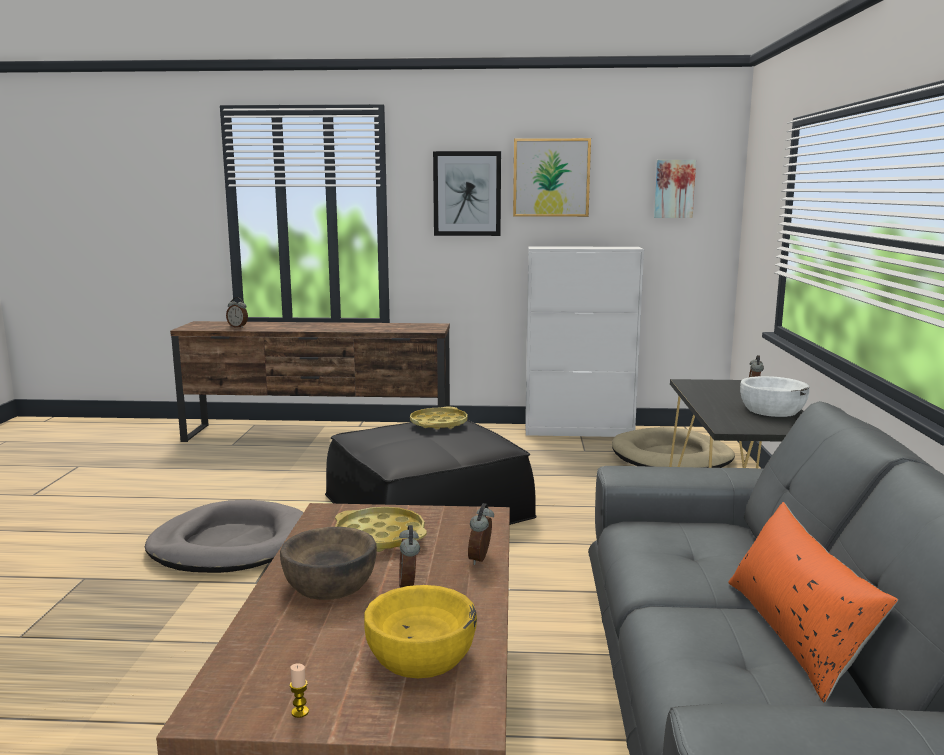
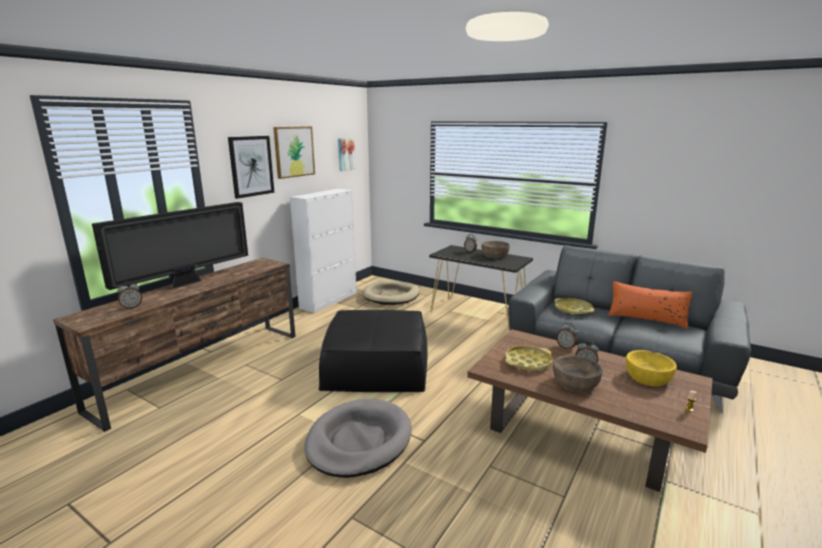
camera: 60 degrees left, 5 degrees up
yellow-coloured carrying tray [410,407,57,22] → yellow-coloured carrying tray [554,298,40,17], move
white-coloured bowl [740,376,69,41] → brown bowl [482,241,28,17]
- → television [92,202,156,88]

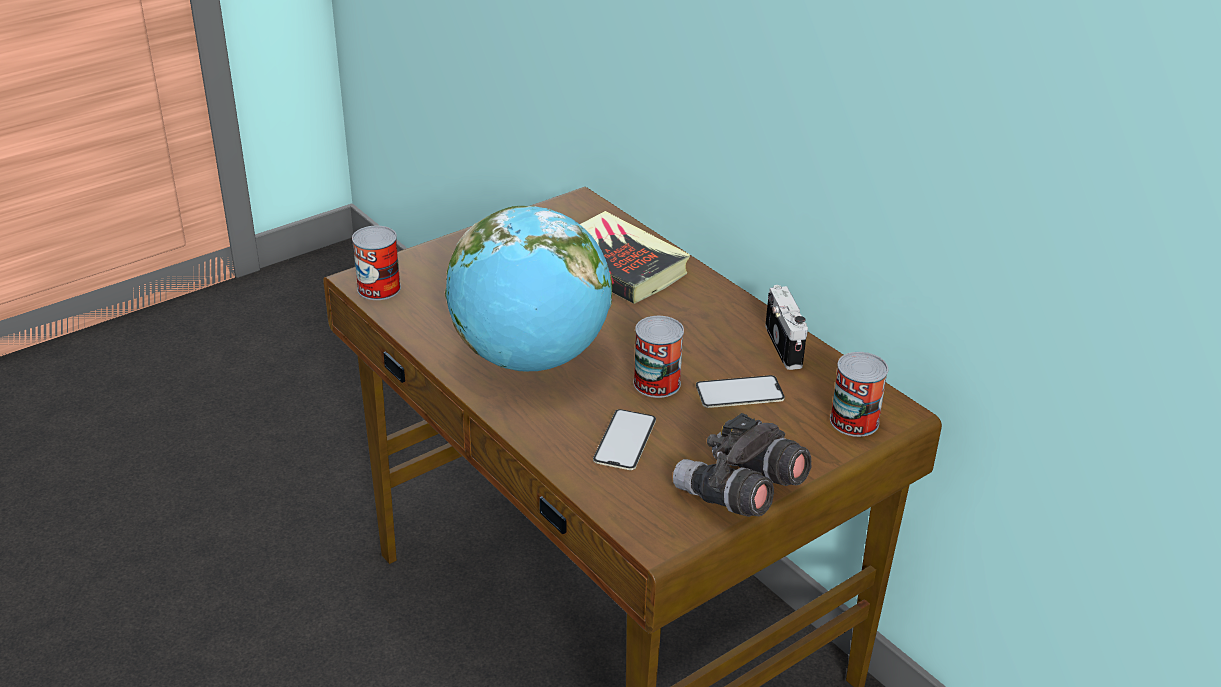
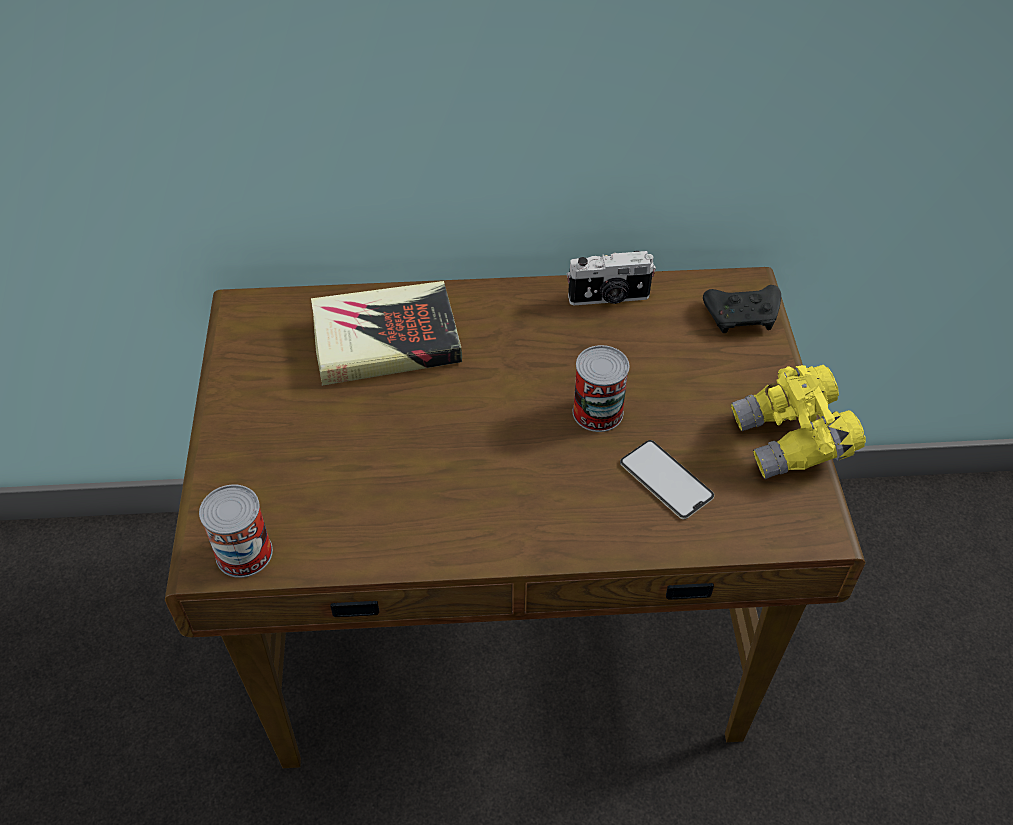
camera: 55 degrees left, 15 degrees up
world globe [445,206,167,165] → -
greyish field glasses [673,413,139,104] → yellow-coloured field glasses [731,365,135,114]
telephone [696,375,89,33] → -
photo camera [765,285,43,85] → photo camera [567,251,89,54], 150 degrees clockwise
sealed can [830,352,58,85] → black-coloured joypad [703,285,78,48]

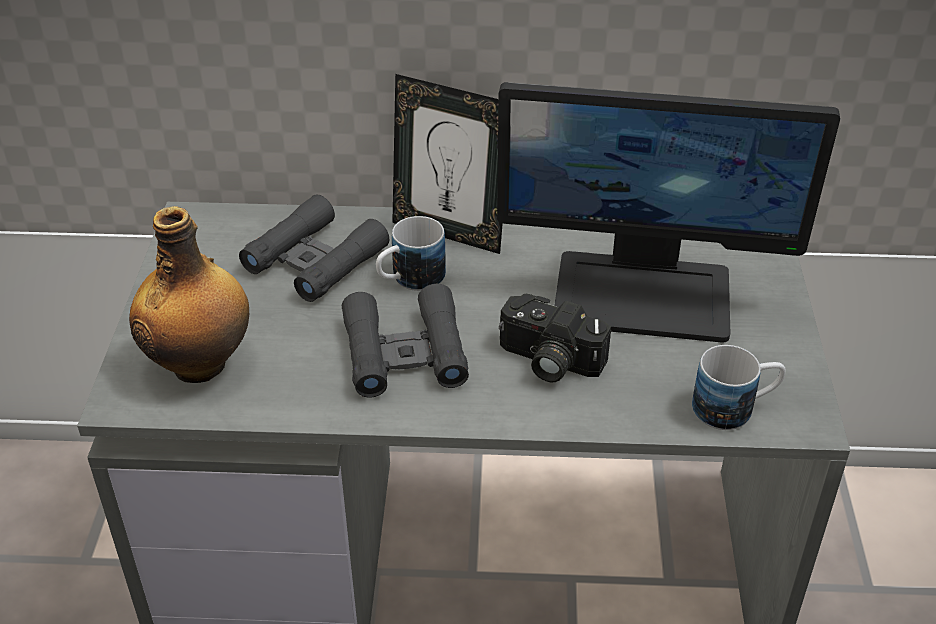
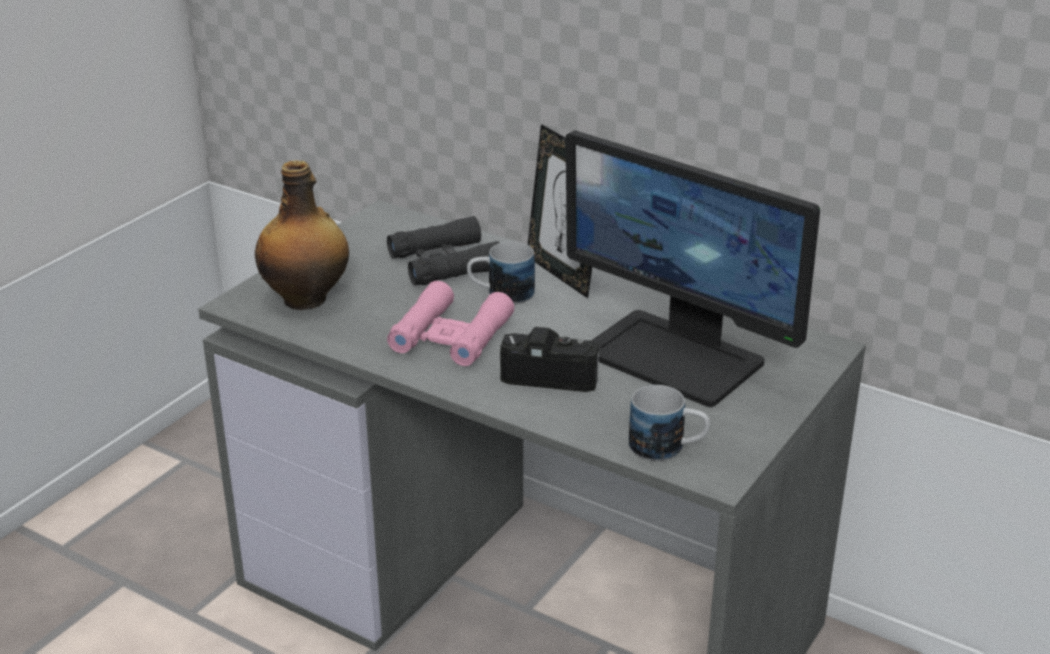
camera: 30 degrees right, 10 degrees down
black-coloured field glasses [342,284,127,114] → pink field glasses [387,281,127,85]
photo camera [499,294,112,88] → photo camera [500,327,99,65], 135 degrees clockwise

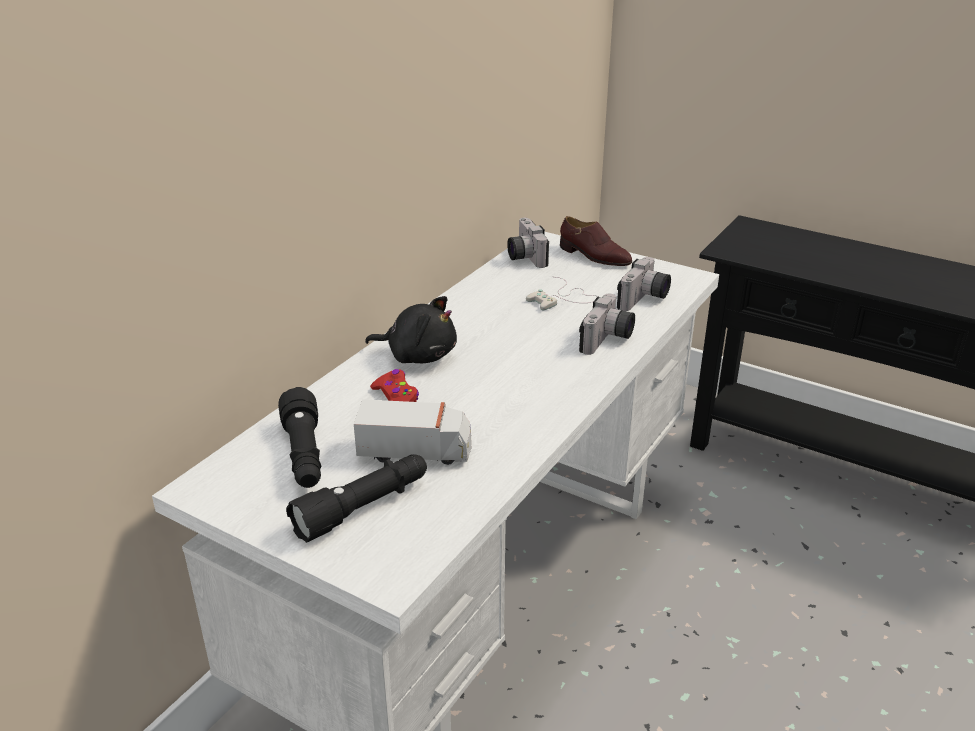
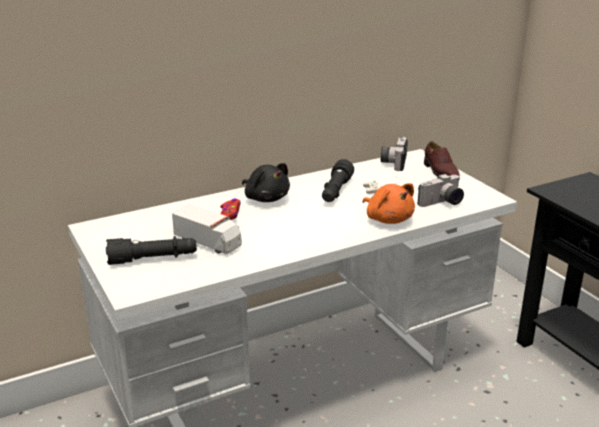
camera: 30 degrees right, 5 degrees down
black-coloured hand torch [278,387,44,101] → black-coloured hand torch [322,159,32,43], move
photo camera [579,294,56,61] → orangey cuddly toy [363,183,52,41]

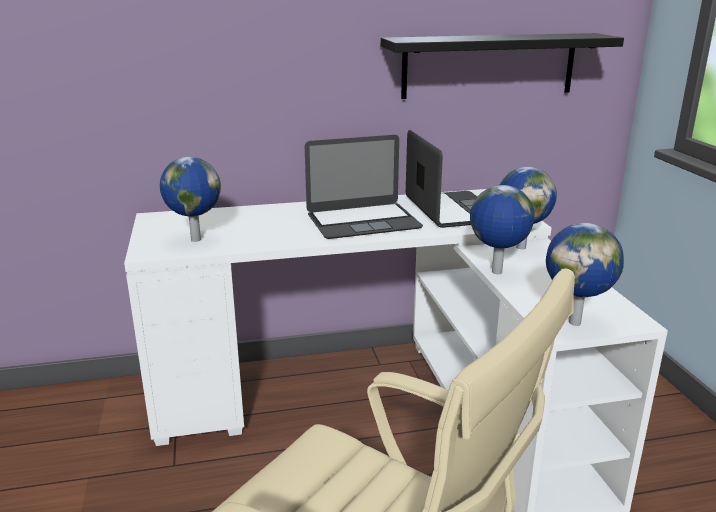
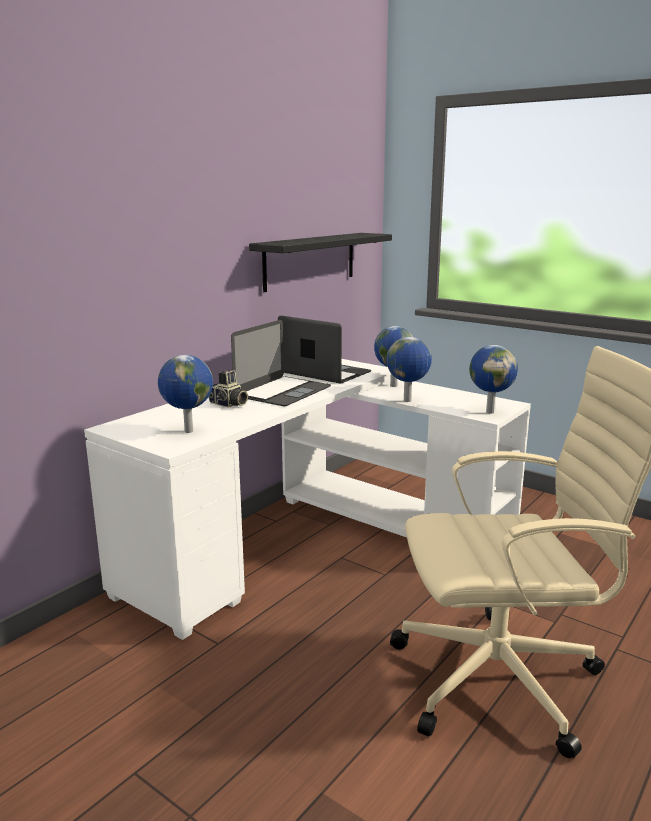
camera: 40 degrees left, 5 degrees down
- → photo camera [209,370,39,38]

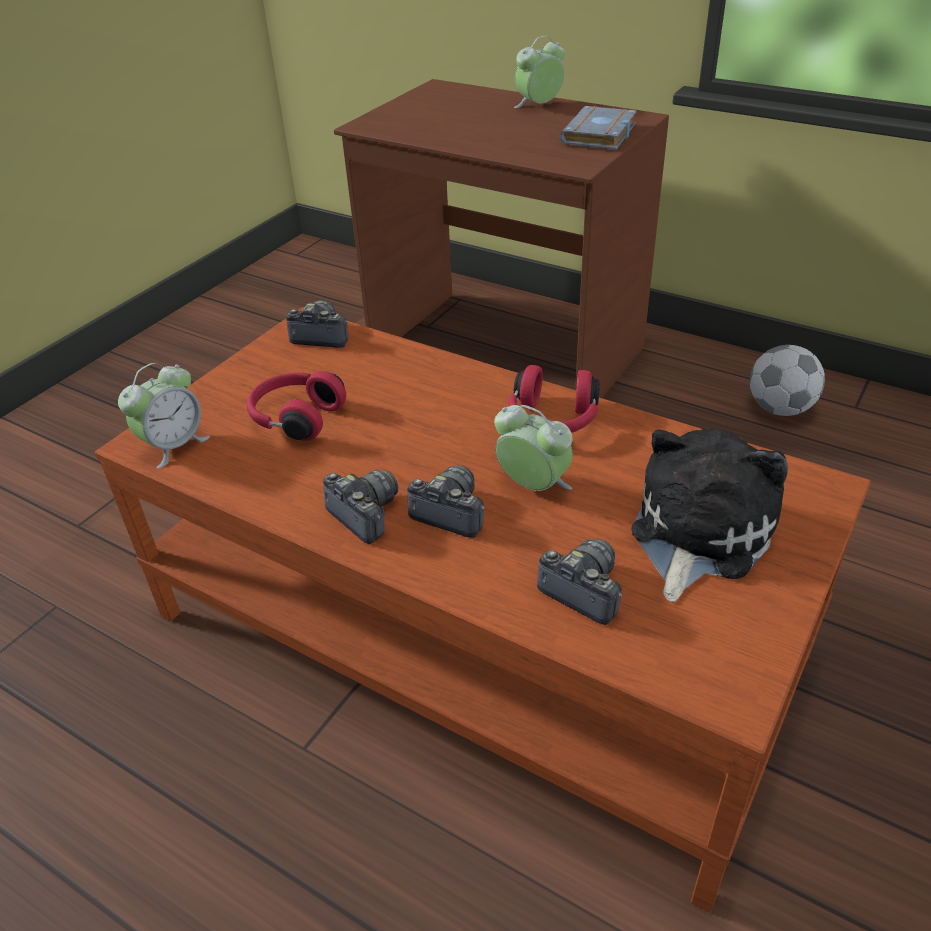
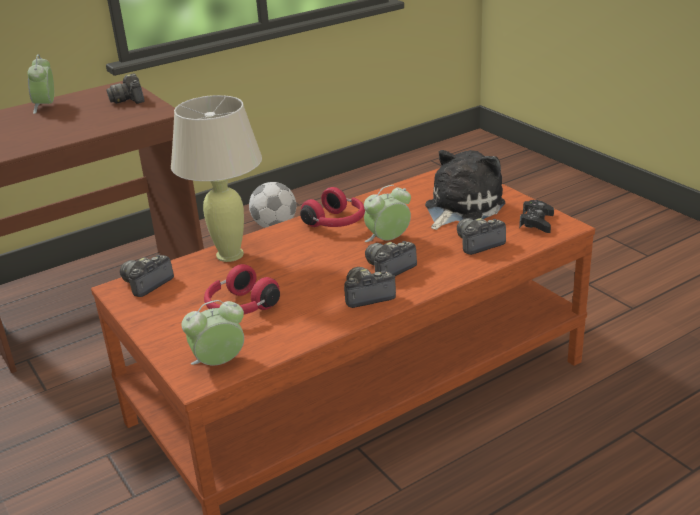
camera: 65 degrees left, 10 degrees down
bedside clock [118,363,92,106] → bedside clock [181,300,63,66], 90 degrees counterclockwise
greyish volume [559,106,78,44] → photo camera [106,73,39,31]
cuddly toy [631,429,157,173] → cuddly toy [425,150,80,80], 75 degrees clockwise
- → beige-coloured lamp for a table [171,95,91,167]
- → black-coloured joypad [519,200,35,33]

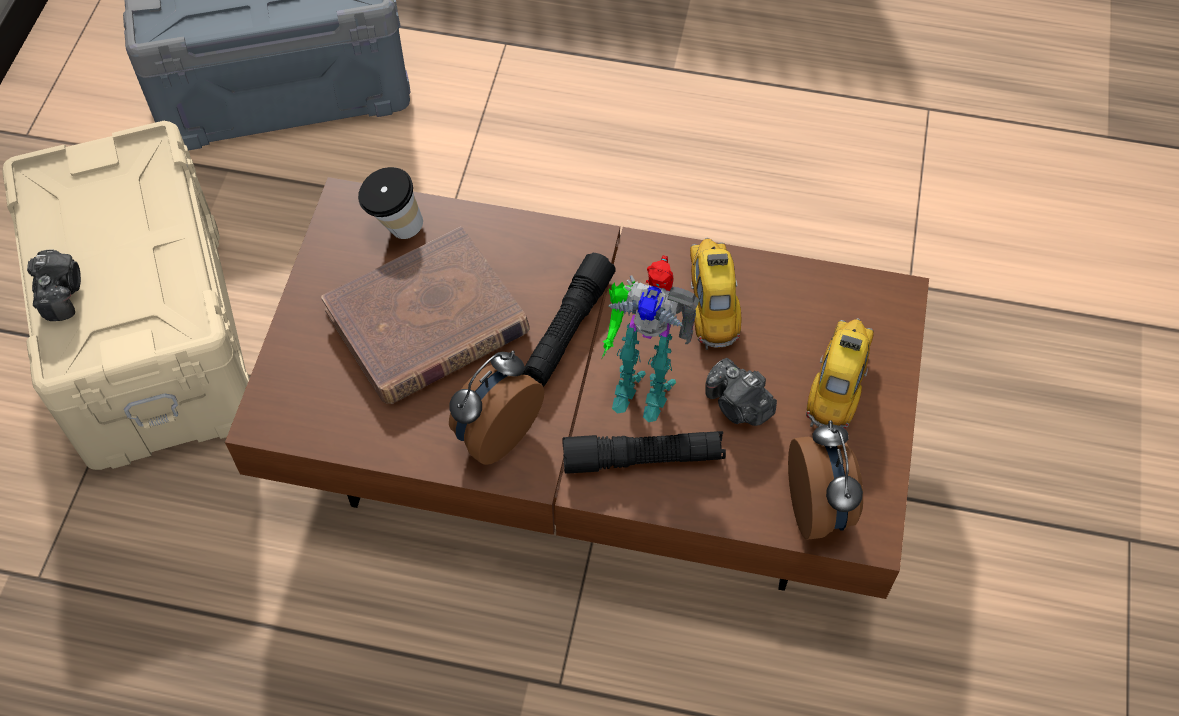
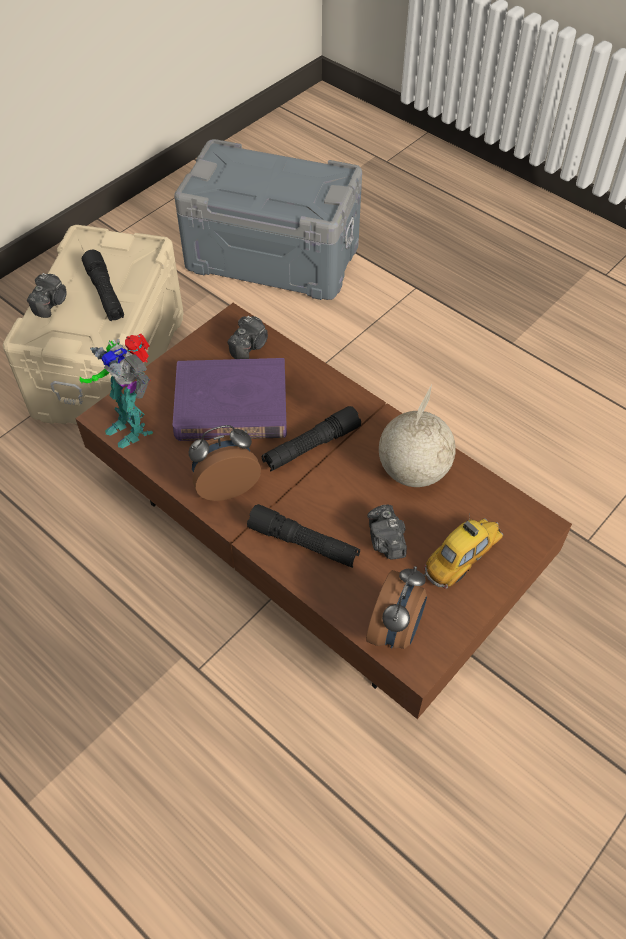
camera: 30 degrees right, 5 degrees down
brown volume [321,227,208,177] → purple volume [173,358,114,83]
cup [358,167,65,72] → photo camera [227,316,41,43]
robot figure [601,255,98,167] → robot figure [80,334,73,114], move
toy car [690,238,52,112] → world globe [379,384,77,103]
- → black-coloured hand torch [82,250,42,71]

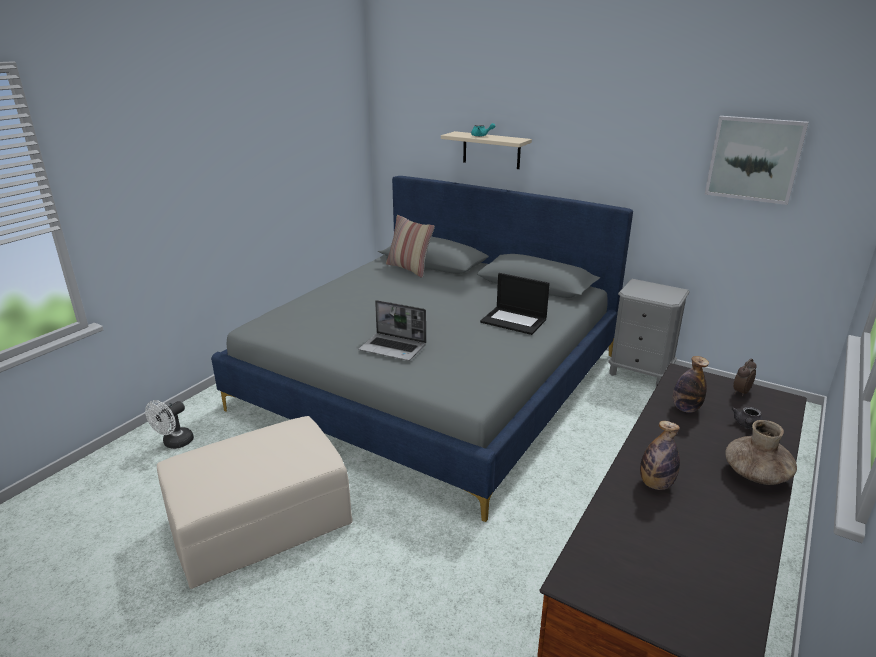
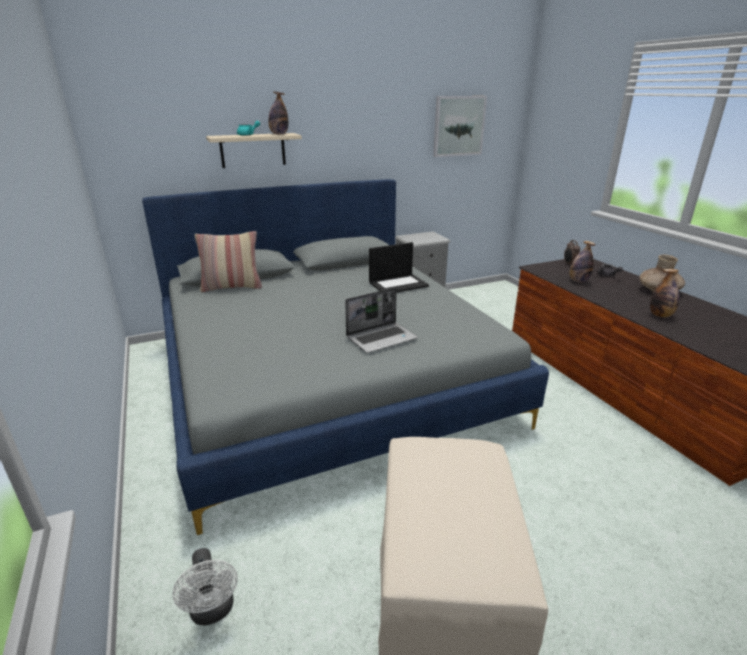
camera: 55 degrees left, 0 degrees up
- → beverage bottle [268,92,20,43]

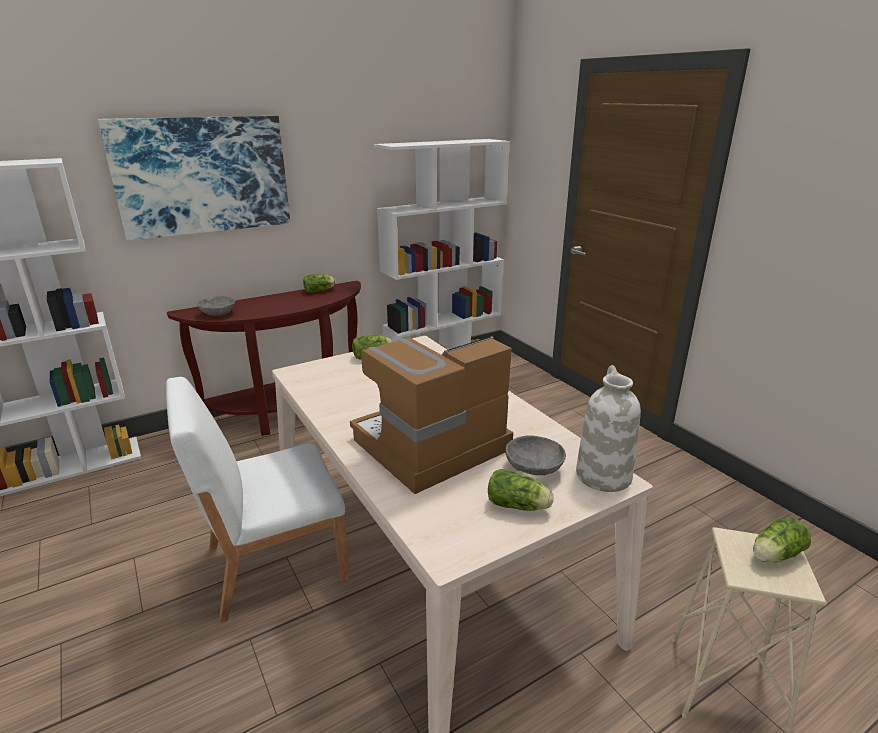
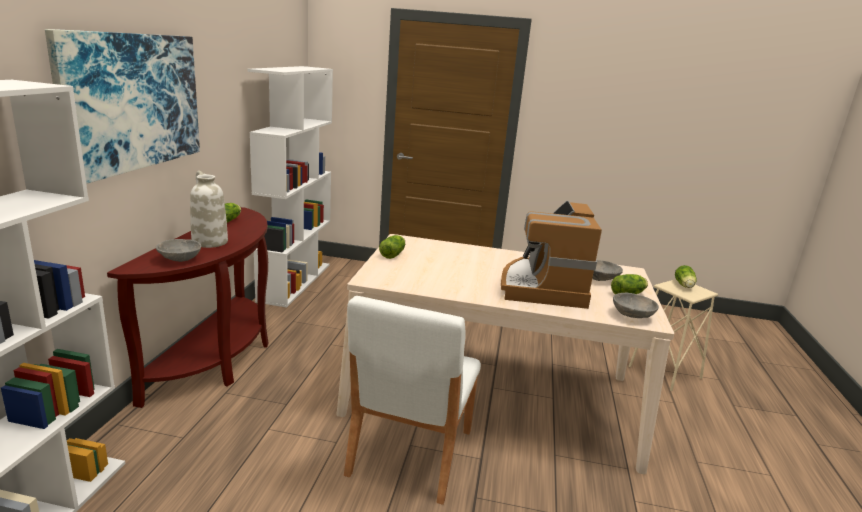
camera: 50 degrees left, 5 degrees down
white-coloured vase [576,365,65,127] → white-coloured vase [190,171,38,77], move
- → greyish bowl [613,293,46,25]

